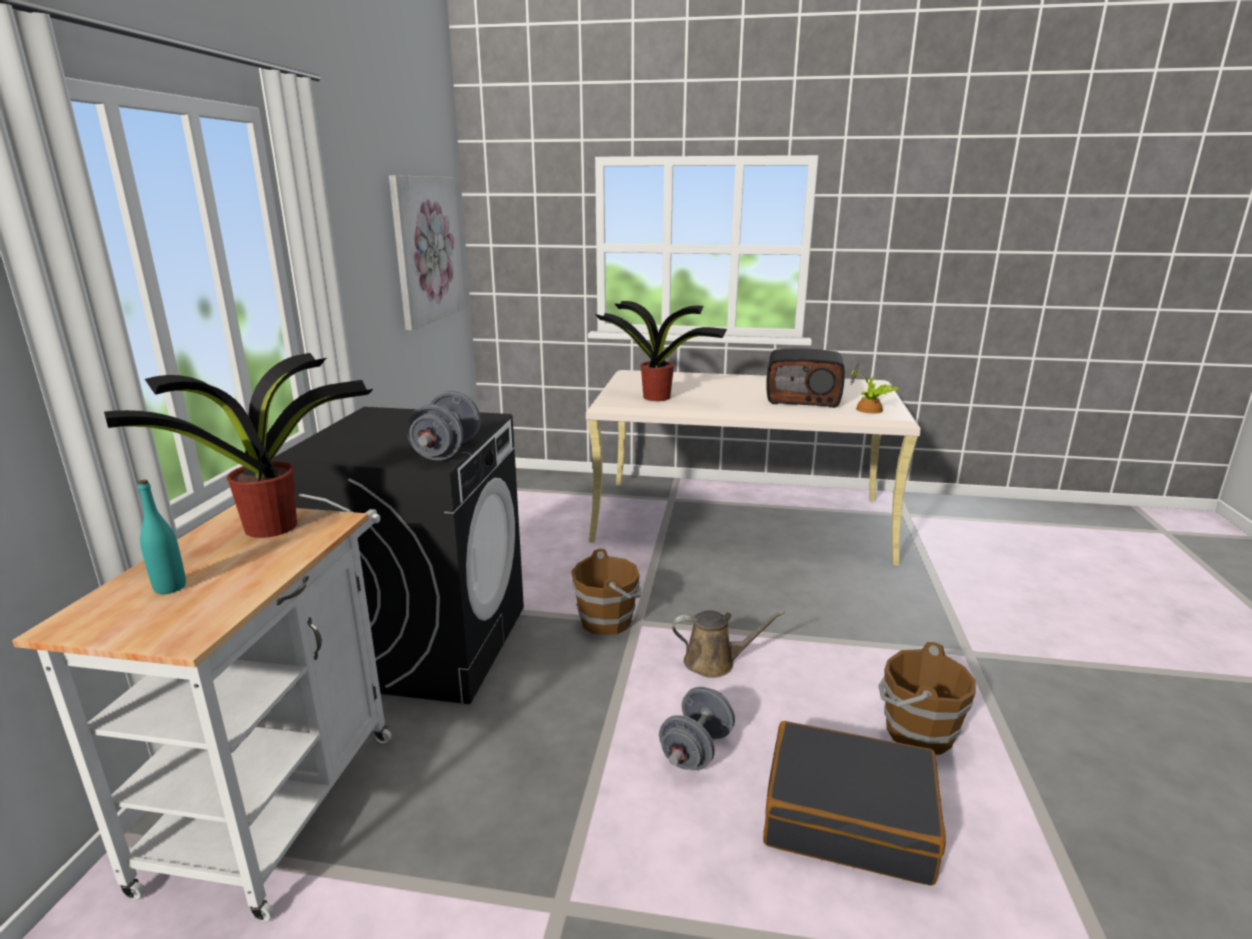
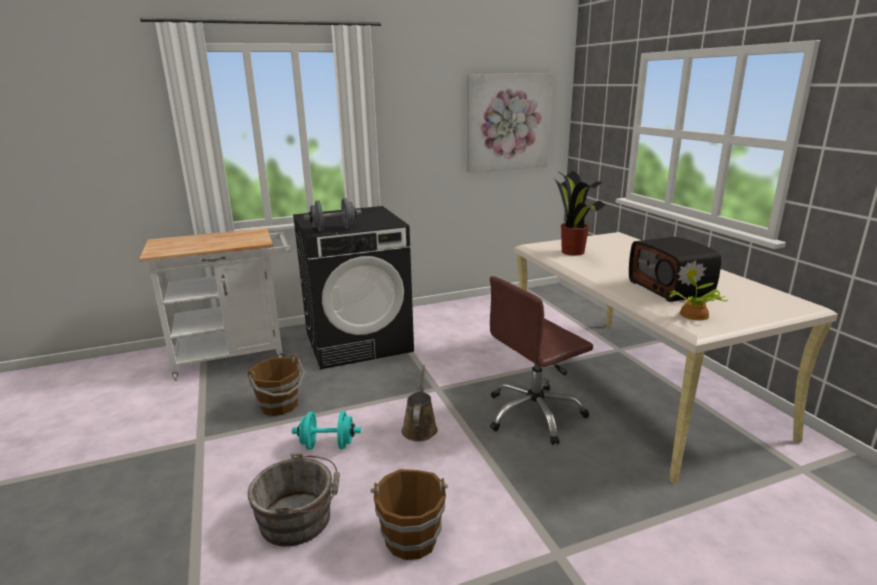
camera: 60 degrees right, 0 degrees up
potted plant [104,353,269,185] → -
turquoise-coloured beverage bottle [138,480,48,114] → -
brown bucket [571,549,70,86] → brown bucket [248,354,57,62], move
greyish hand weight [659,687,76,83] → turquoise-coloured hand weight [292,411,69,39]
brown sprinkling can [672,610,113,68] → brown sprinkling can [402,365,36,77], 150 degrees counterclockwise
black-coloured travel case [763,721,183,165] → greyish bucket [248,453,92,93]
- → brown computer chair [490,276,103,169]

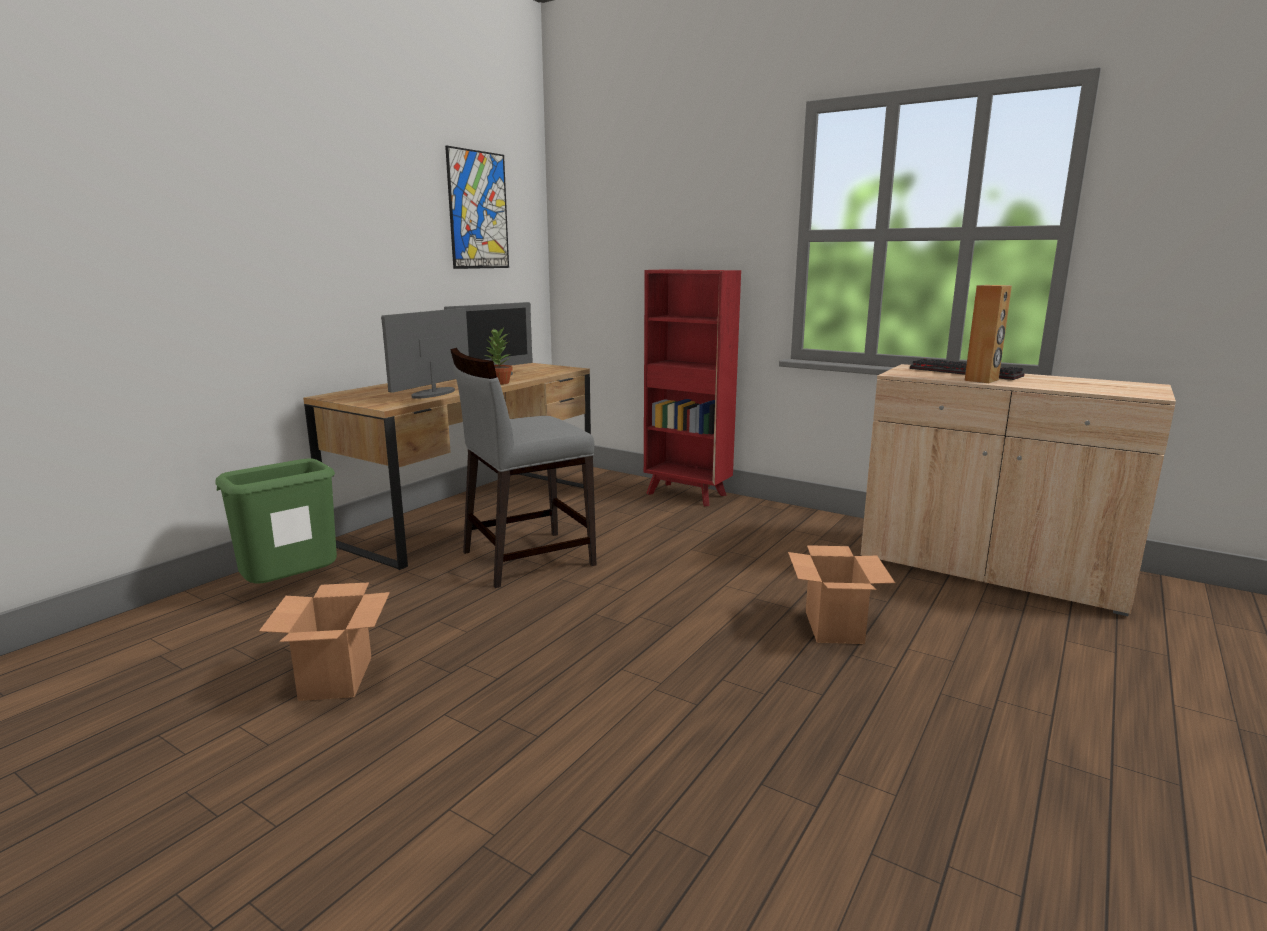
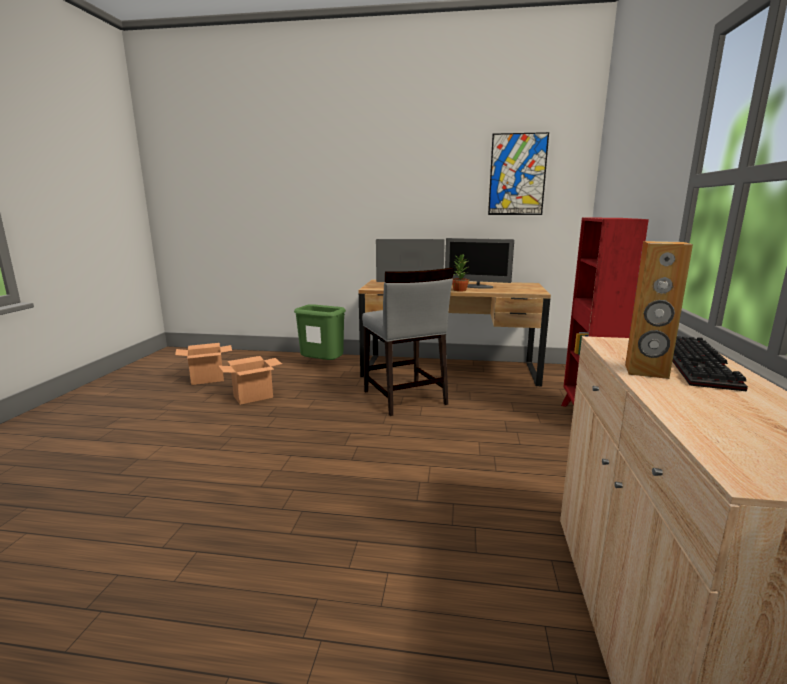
camera: 65 degrees right, 0 degrees up
greyish upright chair [450,348,147,240] → greyish upright chair [362,268,92,148], 150 degrees counterclockwise
carton [788,545,107,99] → carton [175,343,57,42], move

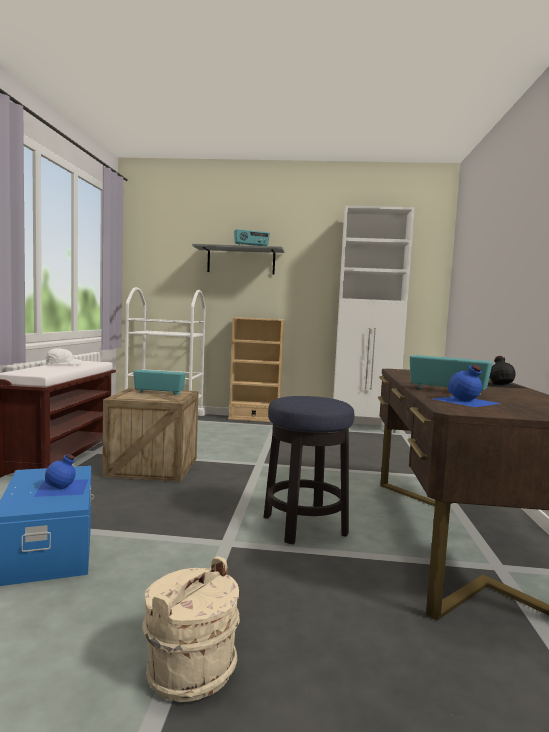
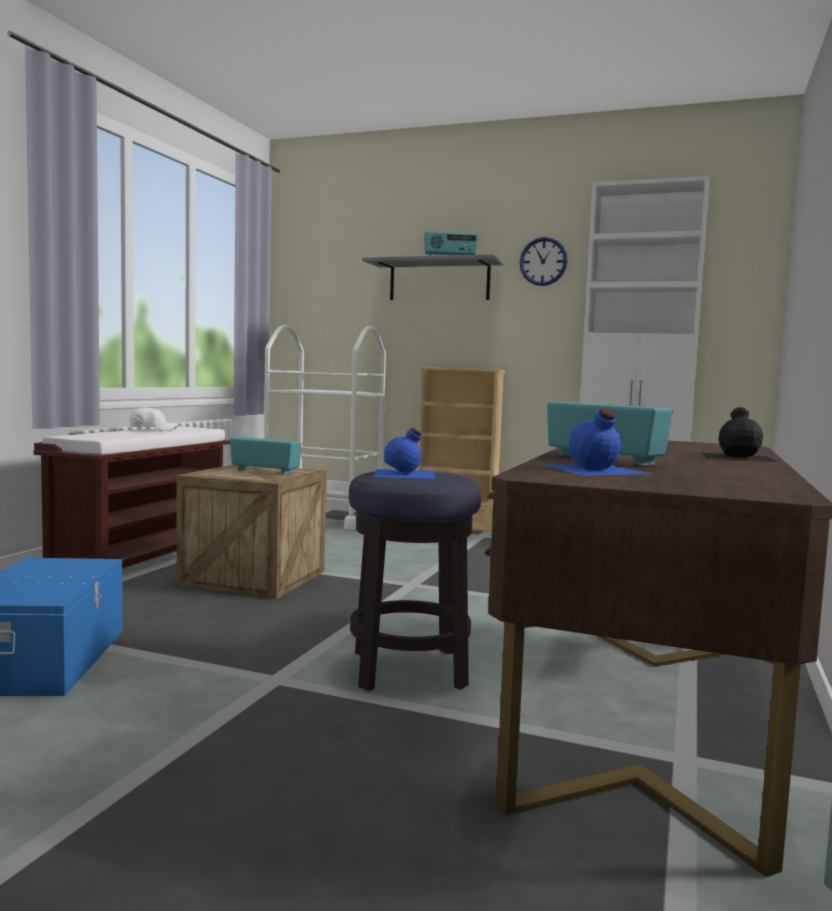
camera: 15 degrees right, 0 degrees up
bluish beverage bottle [34,454,55,43] → bluish beverage bottle [373,428,62,51], move
beige-coloured bucket [142,556,98,146] → -
- → hanging clock [520,237,48,49]

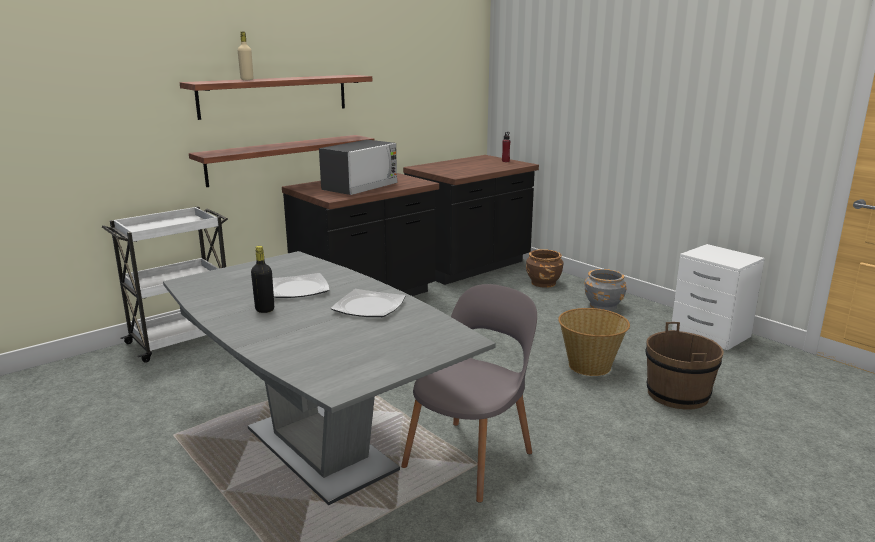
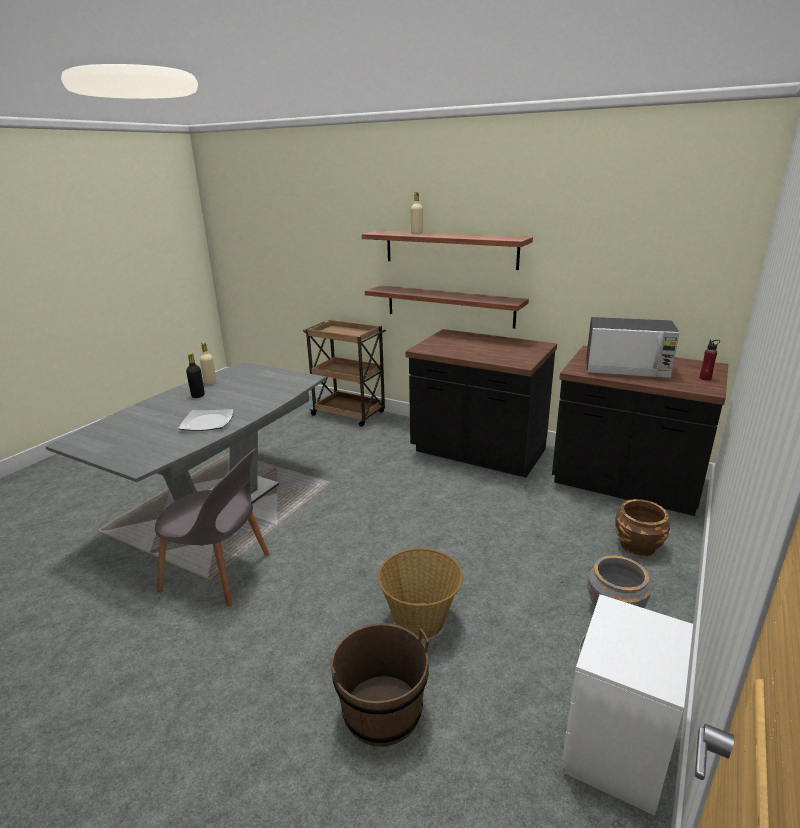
camera: 70 degrees right, 5 degrees up
white-coloured trolley [102,206,126,157] → brown trolley [303,319,83,108]
plate [272,273,57,25] → -
kitchen microwave [319,140,79,55] → kitchen microwave [586,317,93,61], move
- → beige-coloured beverage bottle [200,342,16,43]

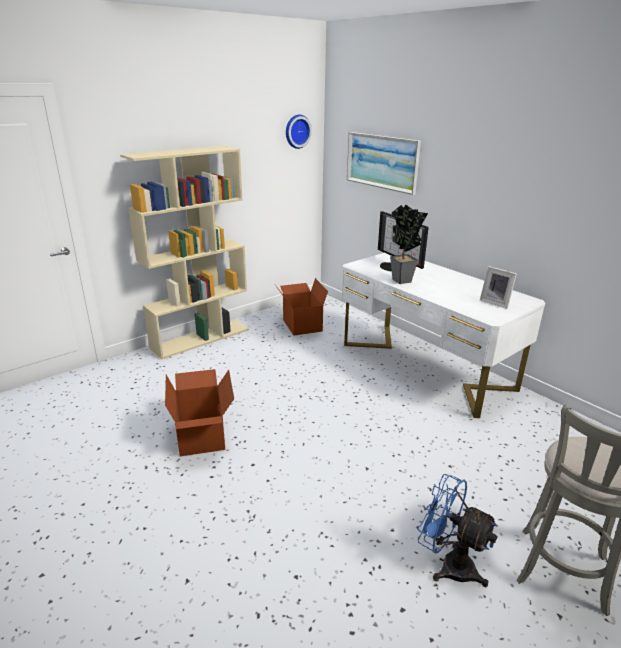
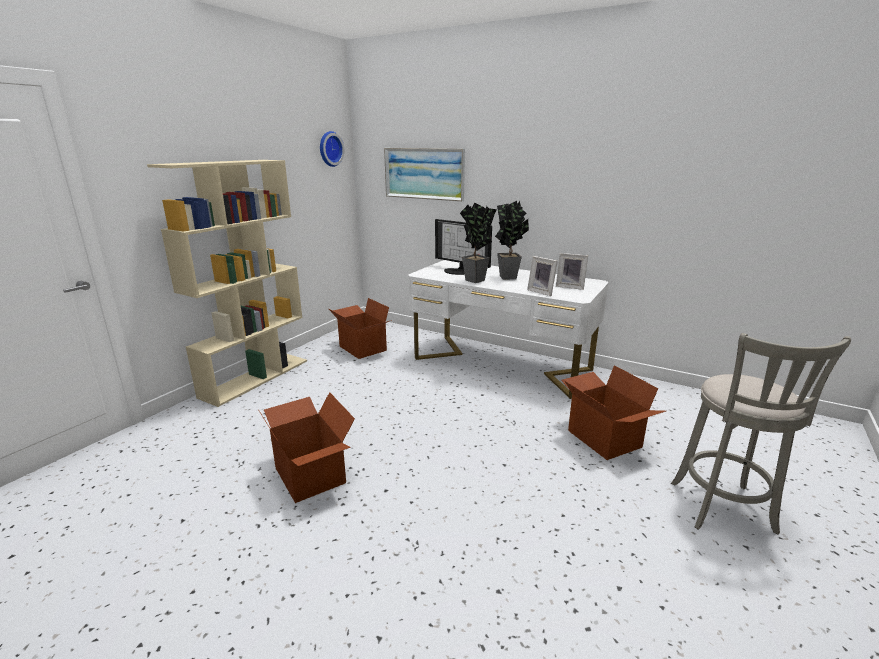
camera: 20 degrees left, 5 degrees down
bluish cooling fan [417,474,81,114] → -
- → potted plant [495,201,34,79]
- → photo frame [527,256,31,40]
- → carton [561,365,105,95]

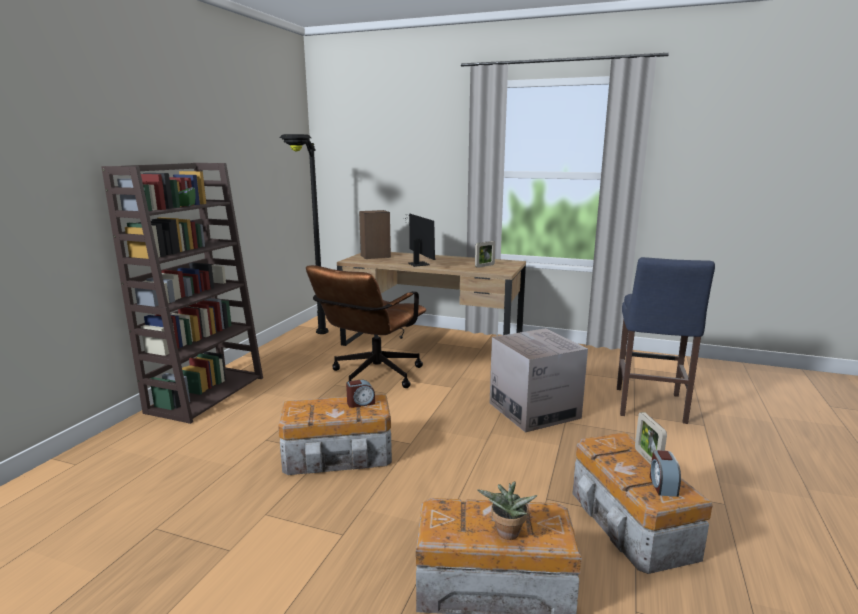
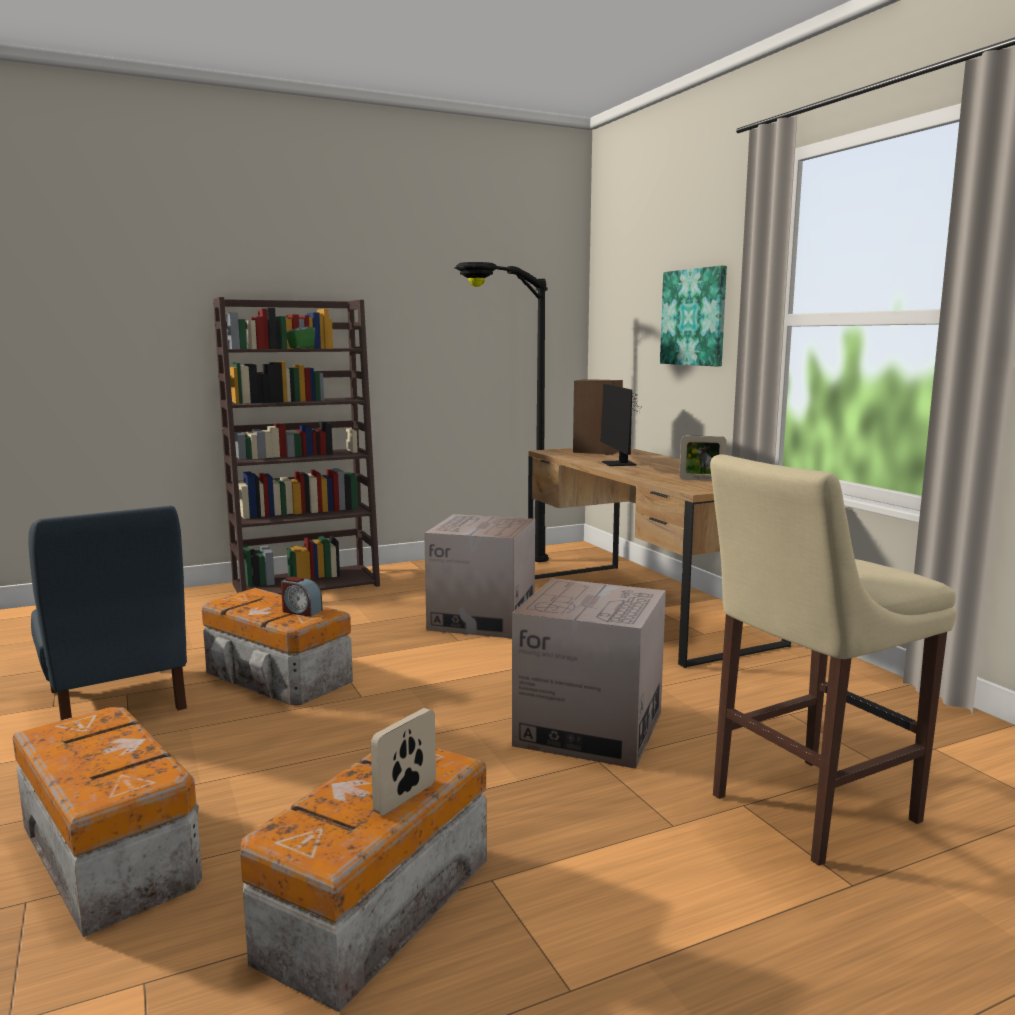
camera: 45 degrees right, 5 degrees down
brown computer chair [306,265,120,123] → carton [424,514,111,124]
monitor [404,213,31,54] → monitor [600,384,42,82], 150 degrees clockwise
potted plant [478,481,60,59] → -
bluish stool [617,257,98,167] → beige-coloured stool [710,454,246,412]
bedside clock [650,450,31,47] → -
- → bluish upright chair [28,506,159,214]
- → wall picture [660,266,67,100]

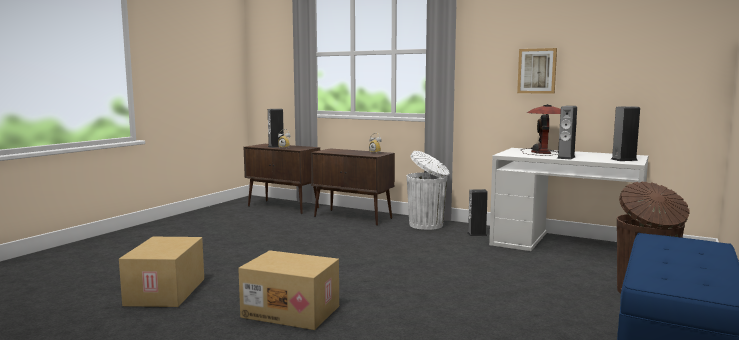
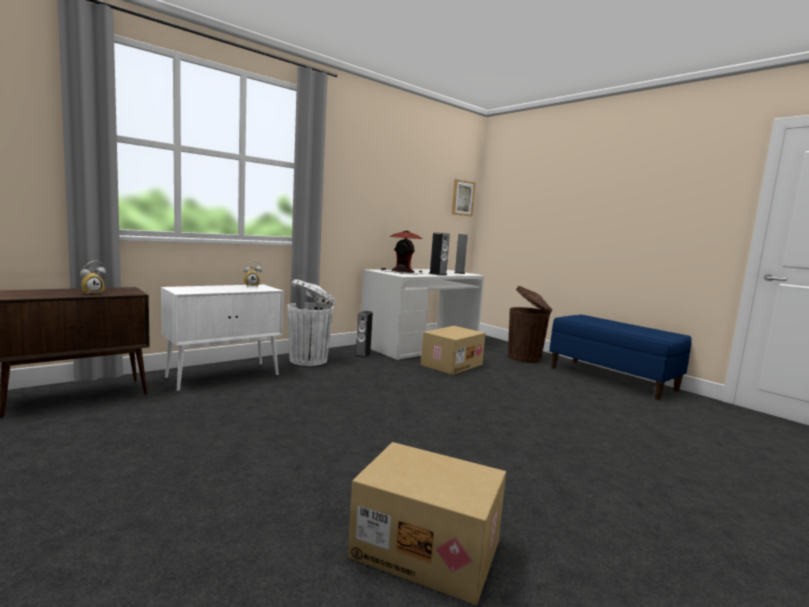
camera: 70 degrees left, 0 degrees up
carton [238,250,101,80] → carton [421,326,64,49], move
speaker [268,109,16,39] → -
brown cupboard [311,148,84,78] → white-coloured cupboard [161,284,123,107]
wall picture [517,48,40,46] → wall picture [452,179,23,37], move

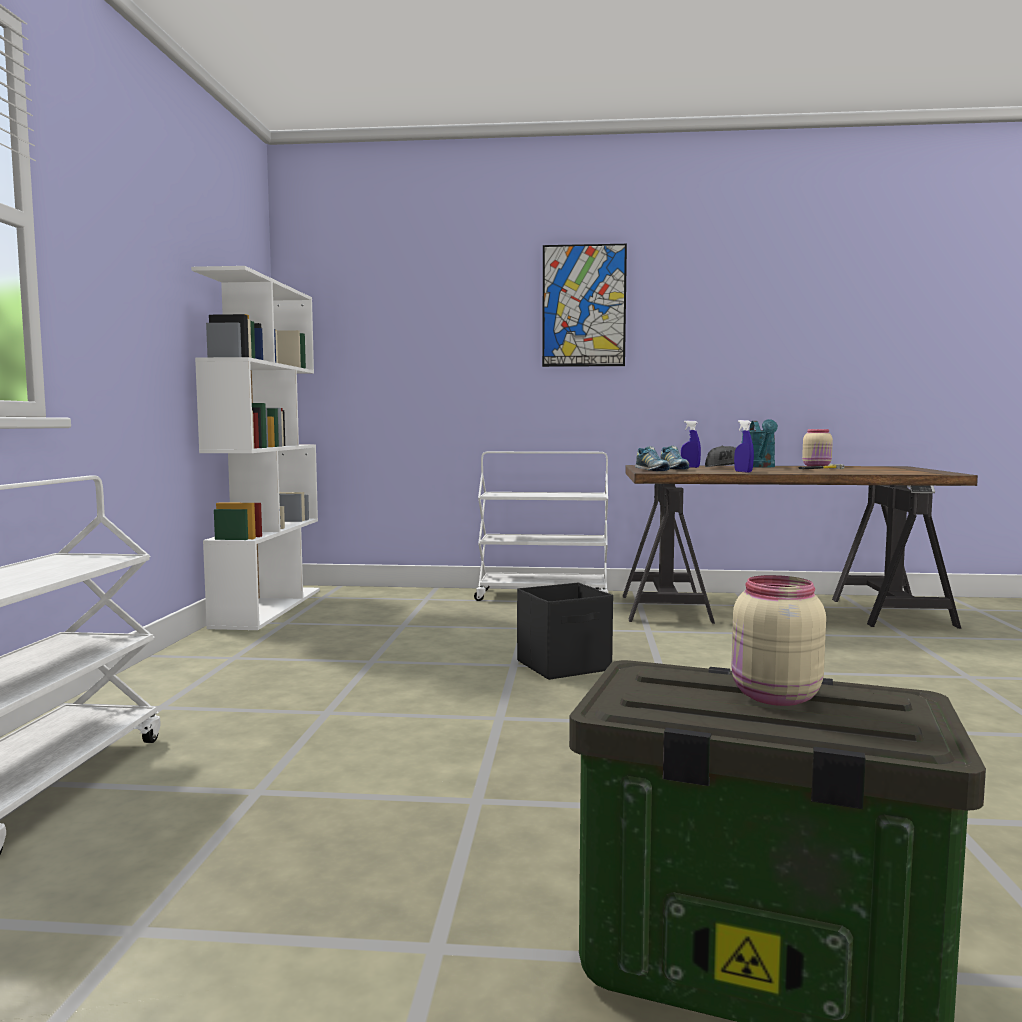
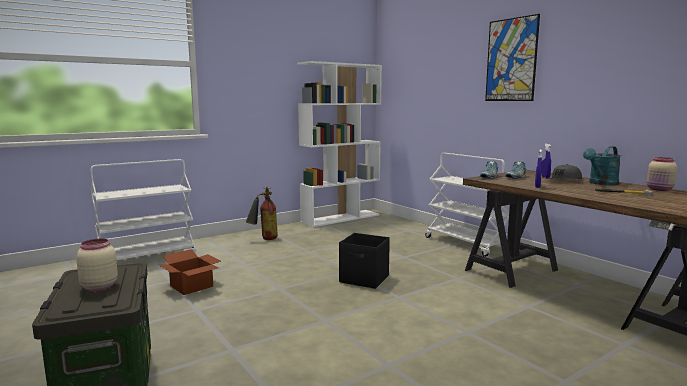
camera: 50 degrees right, 5 degrees up
- → carton [159,249,62,46]
- → fire extinguisher [246,187,32,53]

